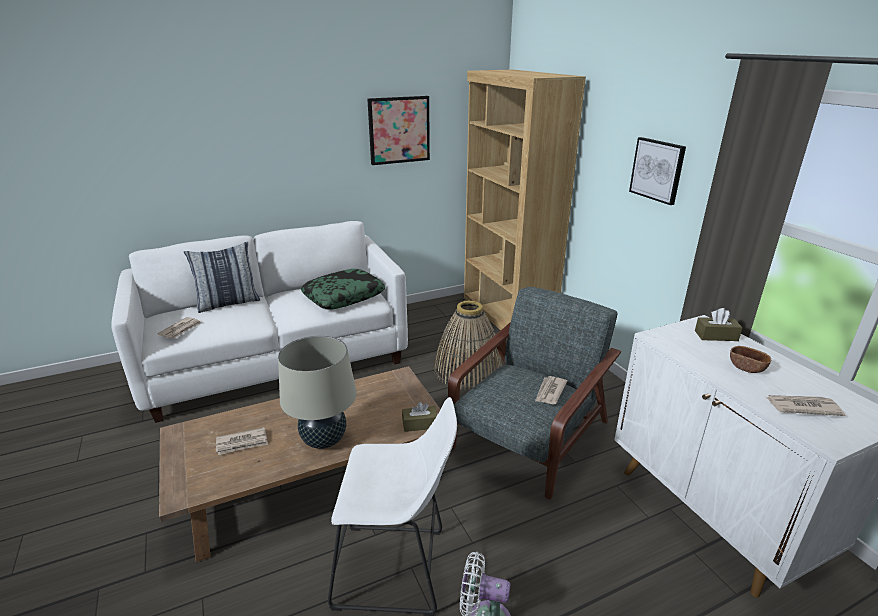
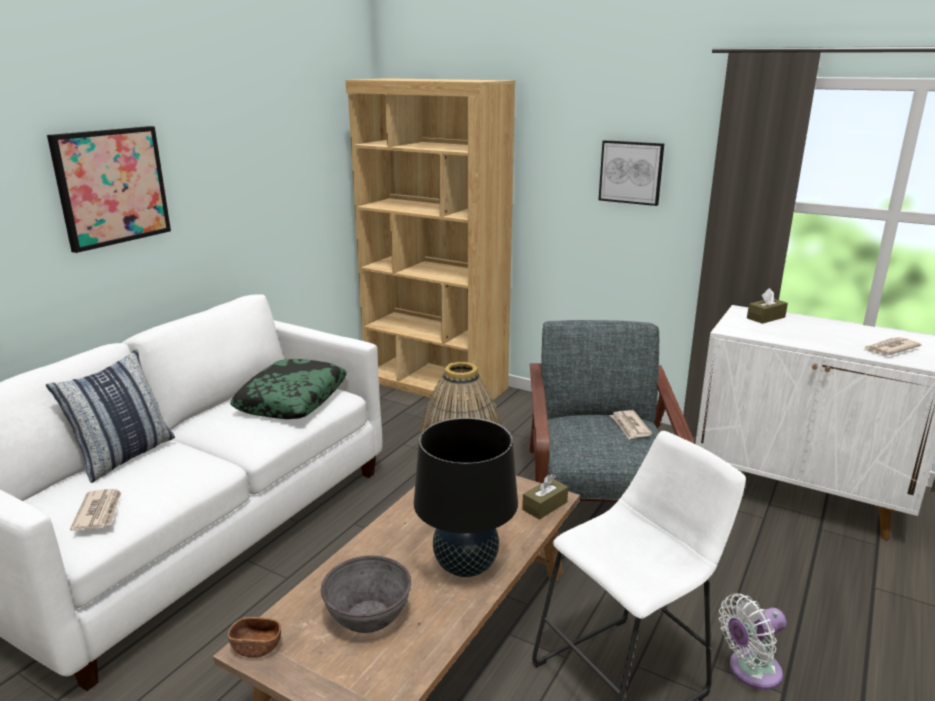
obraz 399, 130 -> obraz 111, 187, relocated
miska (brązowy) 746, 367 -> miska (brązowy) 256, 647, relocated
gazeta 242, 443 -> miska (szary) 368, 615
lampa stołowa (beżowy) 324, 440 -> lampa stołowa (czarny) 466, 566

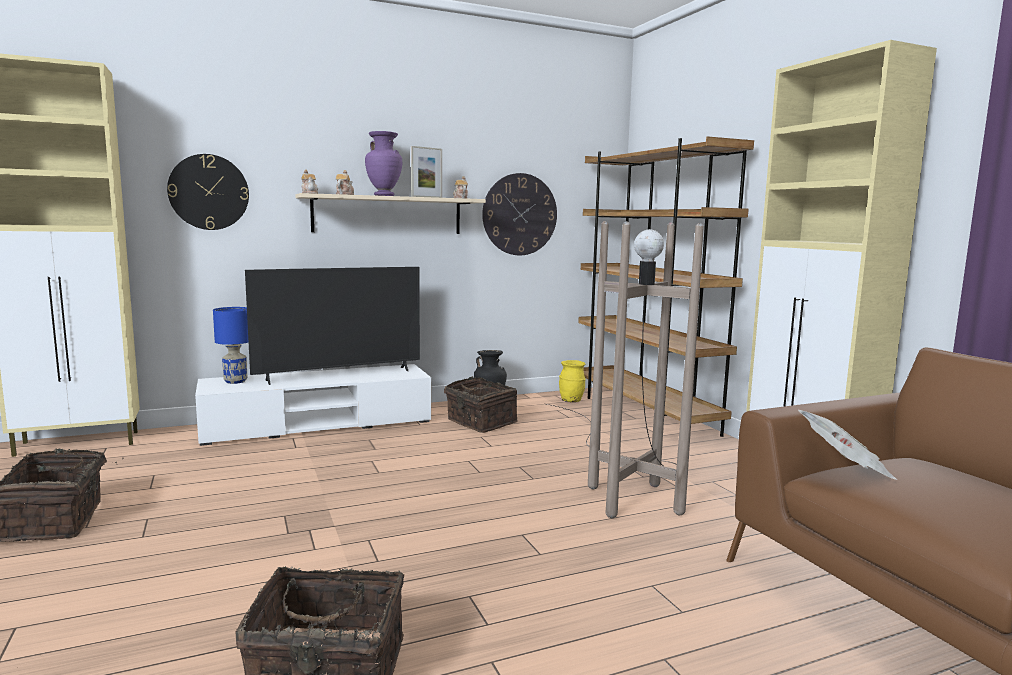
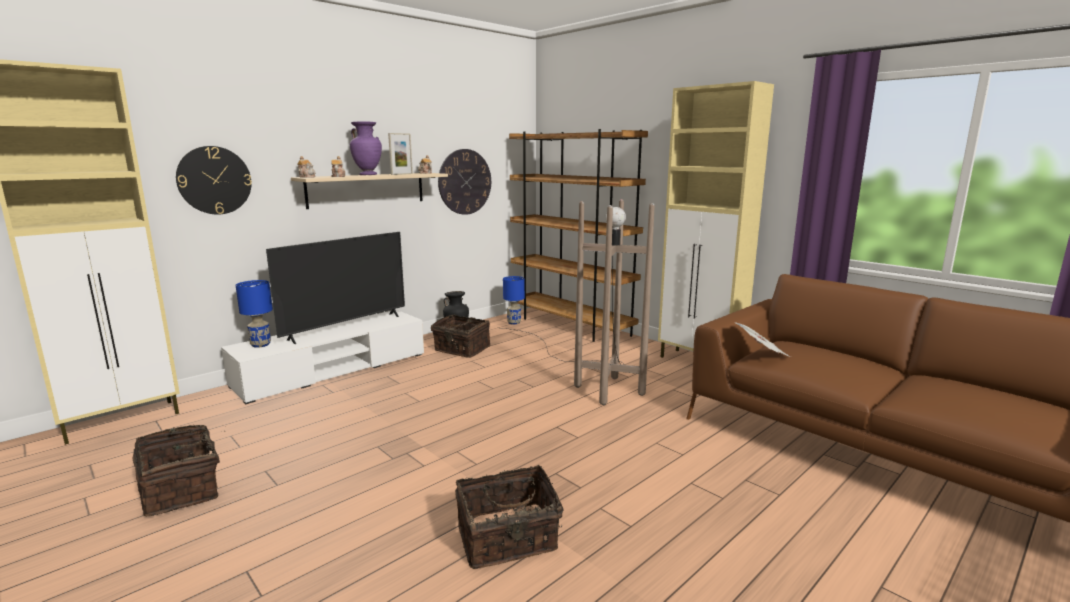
wazon (żółty) 571, 401 -> lampa stołowa (niebieski) 514, 322

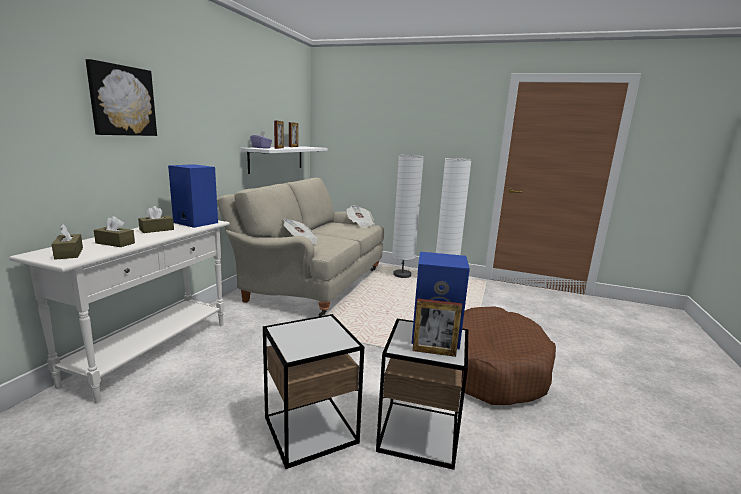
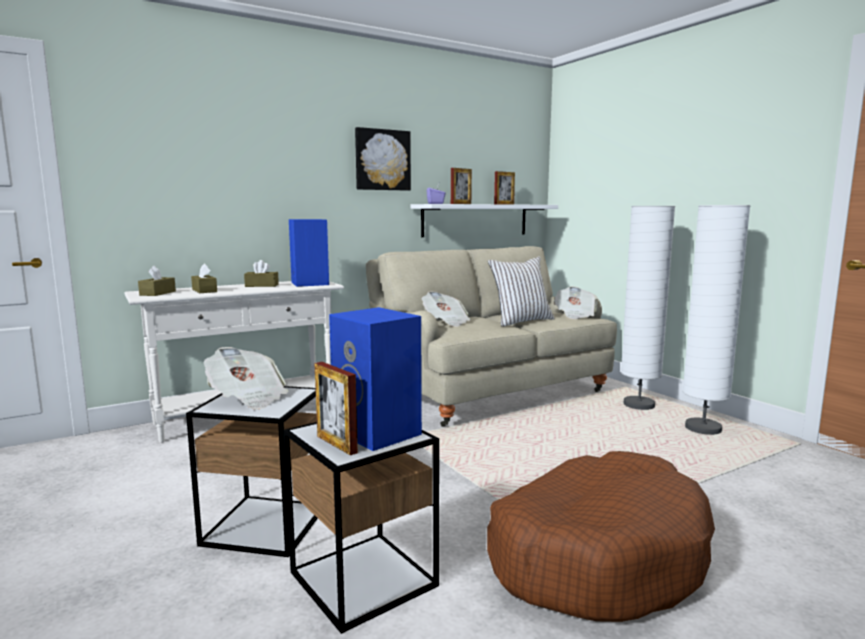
none -> gazeta 247, 398
obraz 121, 101 -> obraz 382, 160, relocated
none -> poduszka (biały) 520, 321

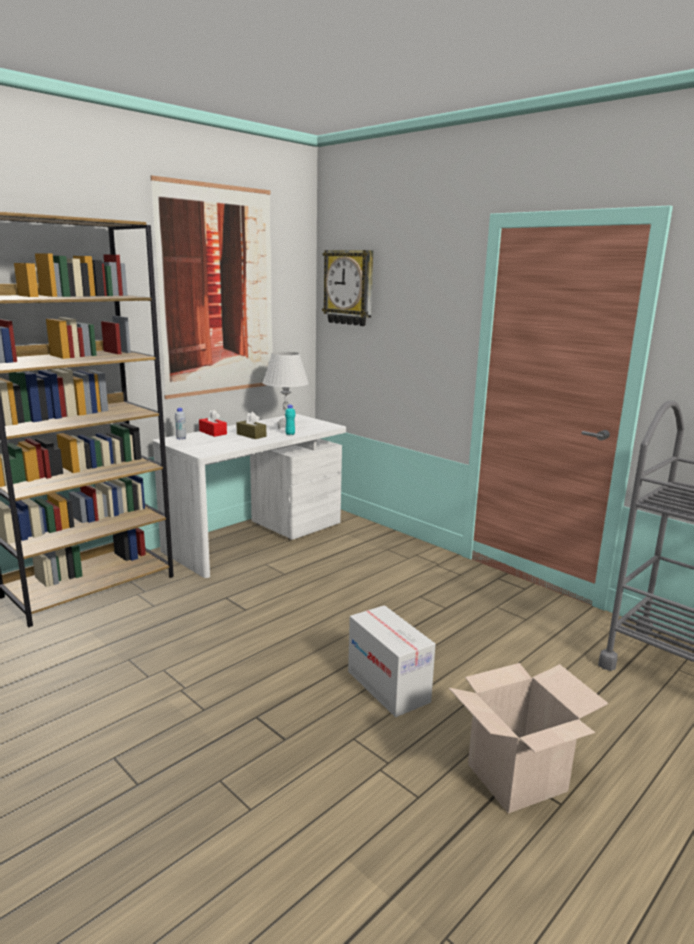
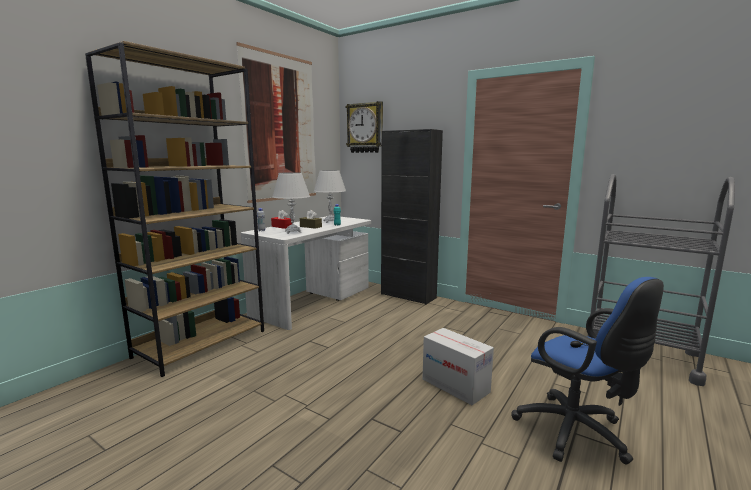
none -> lampa stołowa (biały) 292, 232
none -> szafka (czarny) 408, 296
karton 516, 777 -> krzesło biurowe (niebieski) 577, 434

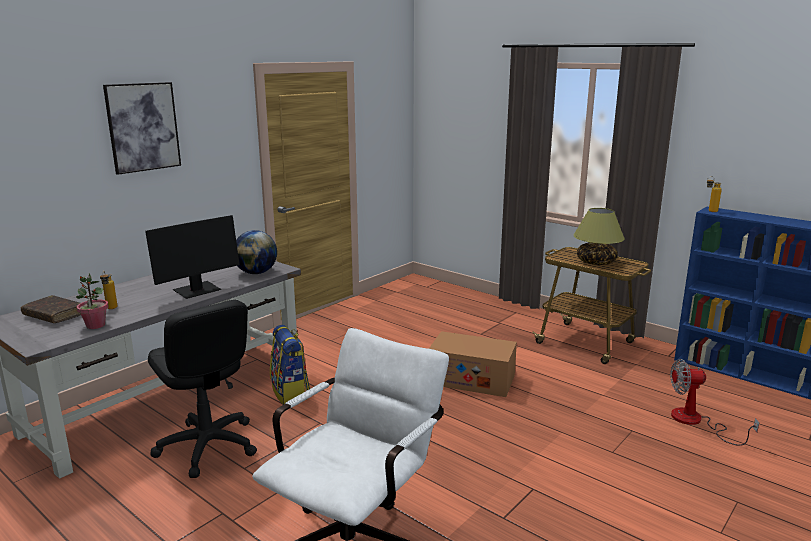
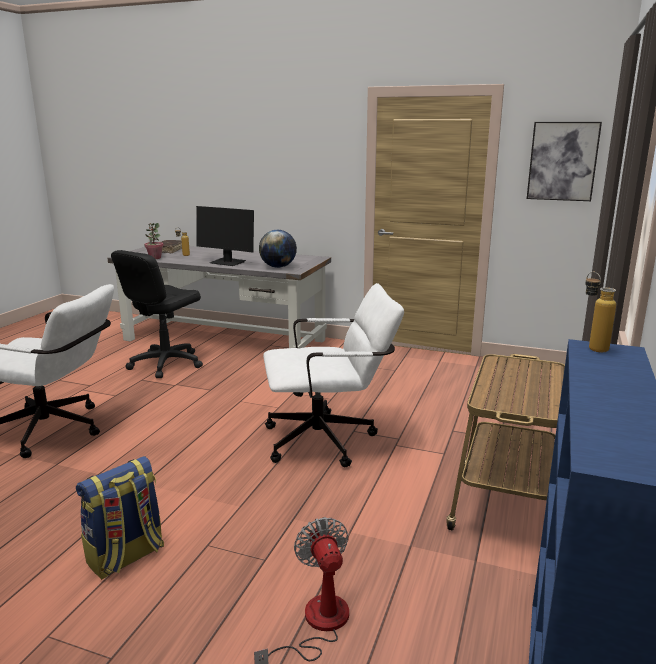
plecak 291, 393 -> plecak 126, 557, relocated
karton 471, 379 -> krzesło biurowe (biały) 329, 440
obraz 143, 127 -> obraz 562, 161, relocated
lampa stołowa 595, 262 -> none

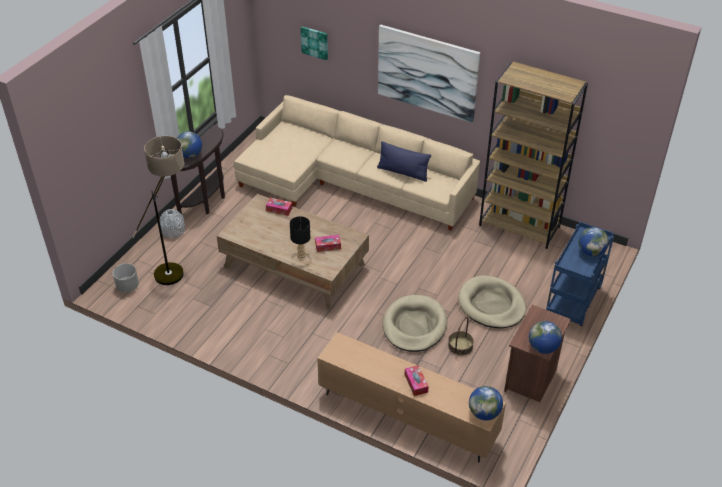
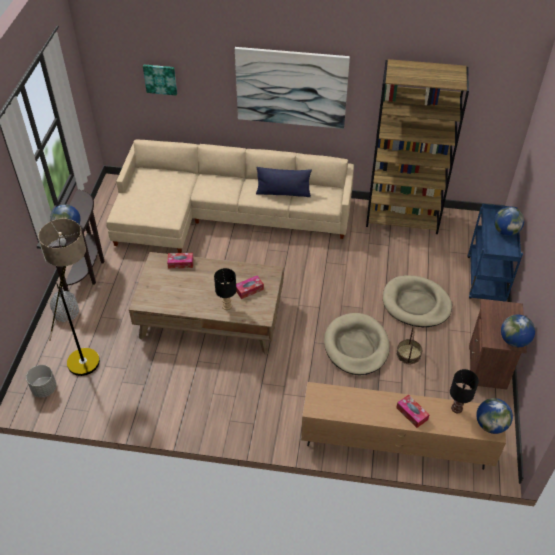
none -> lampa stołowa (czarny) 456, 408

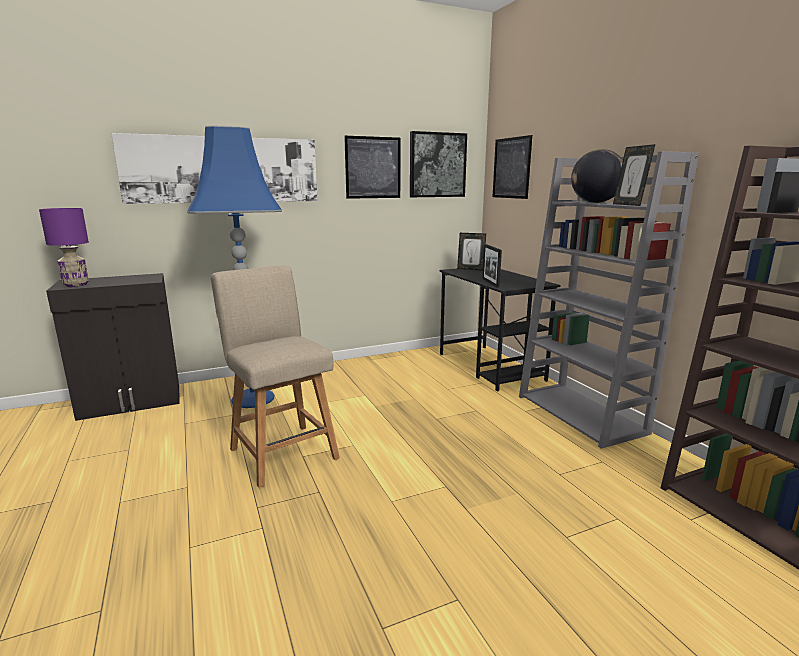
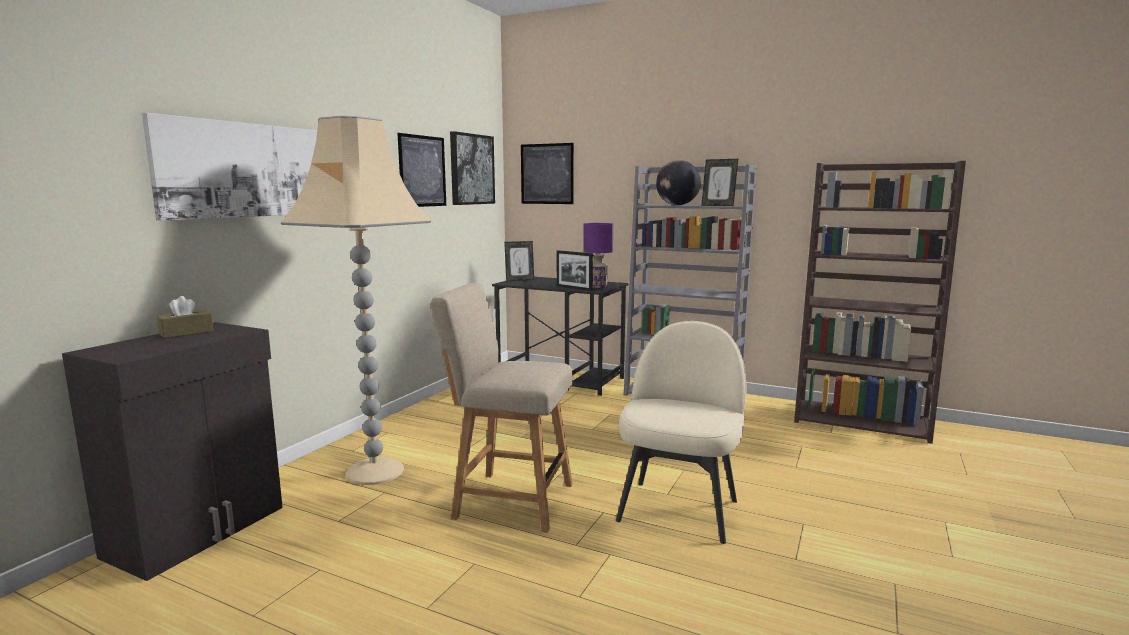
none -> pudełko chusteczek (brązowy) 186, 332
lampa stojąca (niebieski) 252, 399 -> lampa stojąca (beżowy) 375, 472
lampa stołowa (fioletowy) 76, 285 -> lampa stołowa (fioletowy) 597, 286, relocated
none -> krzesło (beżowy) 679, 509

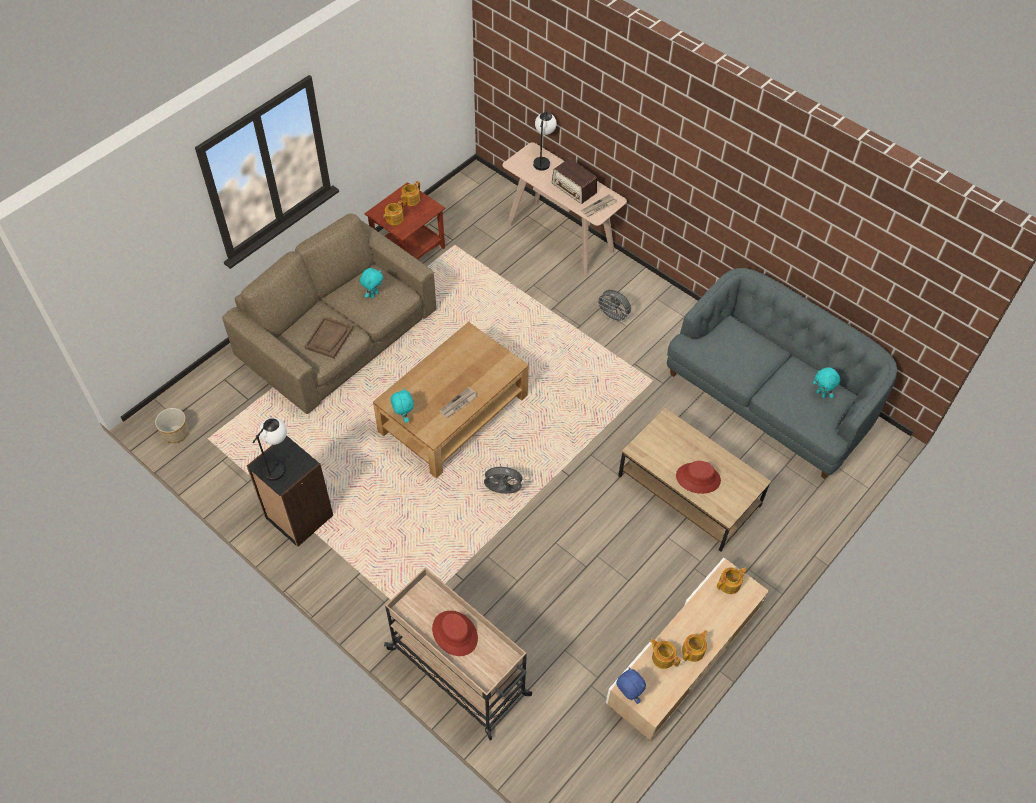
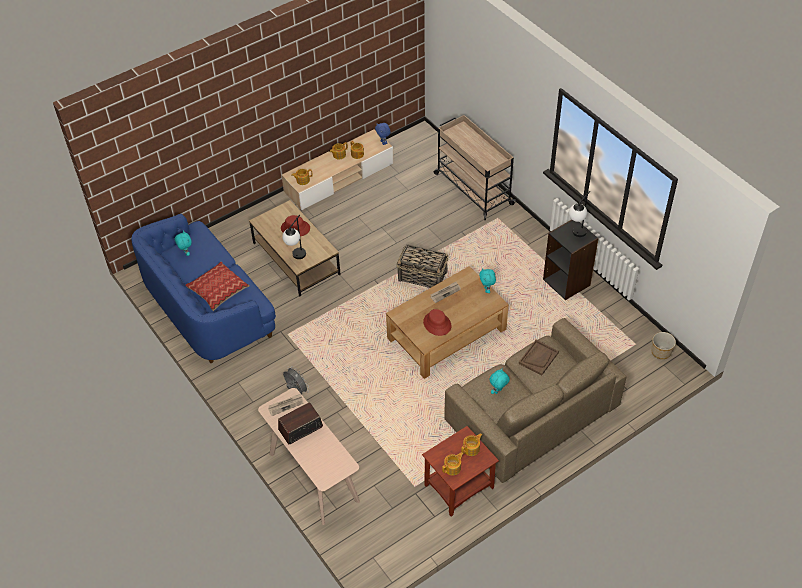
kanapa (szary) 769, 399 -> kanapa (niebieski) 207, 307
none -> poduszka 218, 290
radio 574, 188 -> radio 300, 428, 90 degrees counterclockwise
lampa stołowa 543, 160 -> lampa stołowa 296, 258, relocated
wentylator (szary) 503, 491 -> koszyk 423, 277
kapelusz (czerwony) 455, 633 -> kapelusz (czerwony) 437, 324, relocated

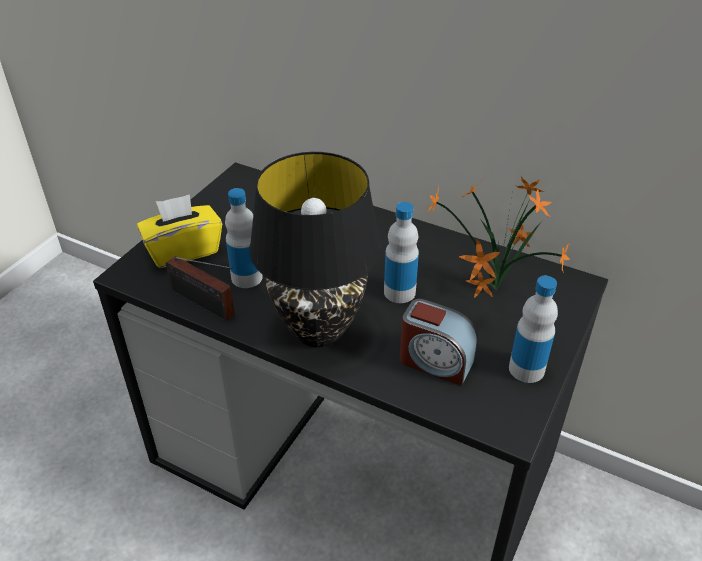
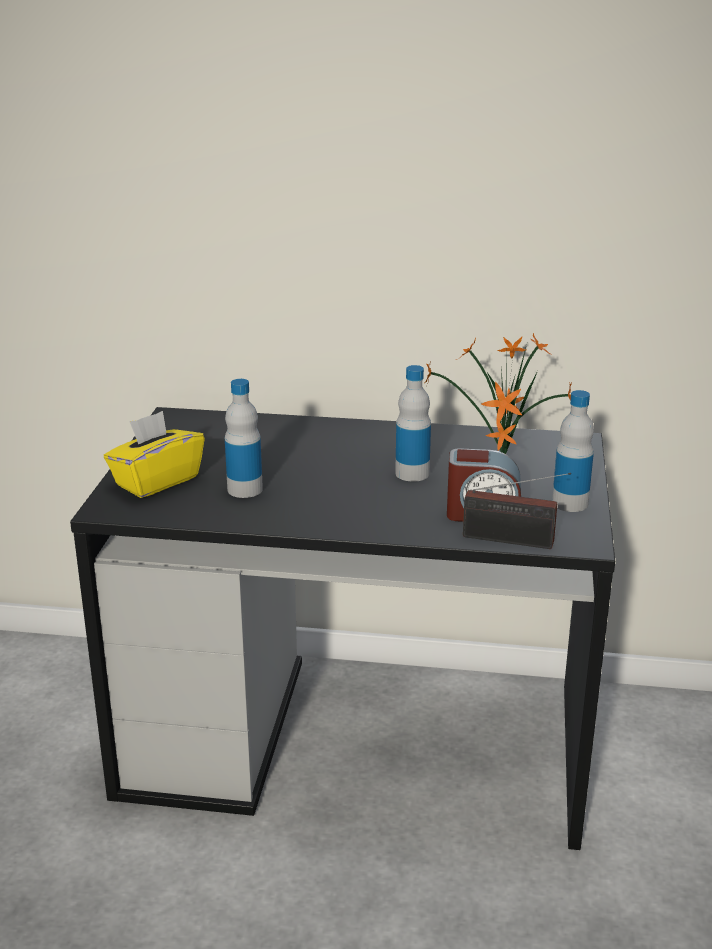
radio 205, 305 -> radio 513, 541, relocated
lampa stołowa (czarny) 317, 329 -> none

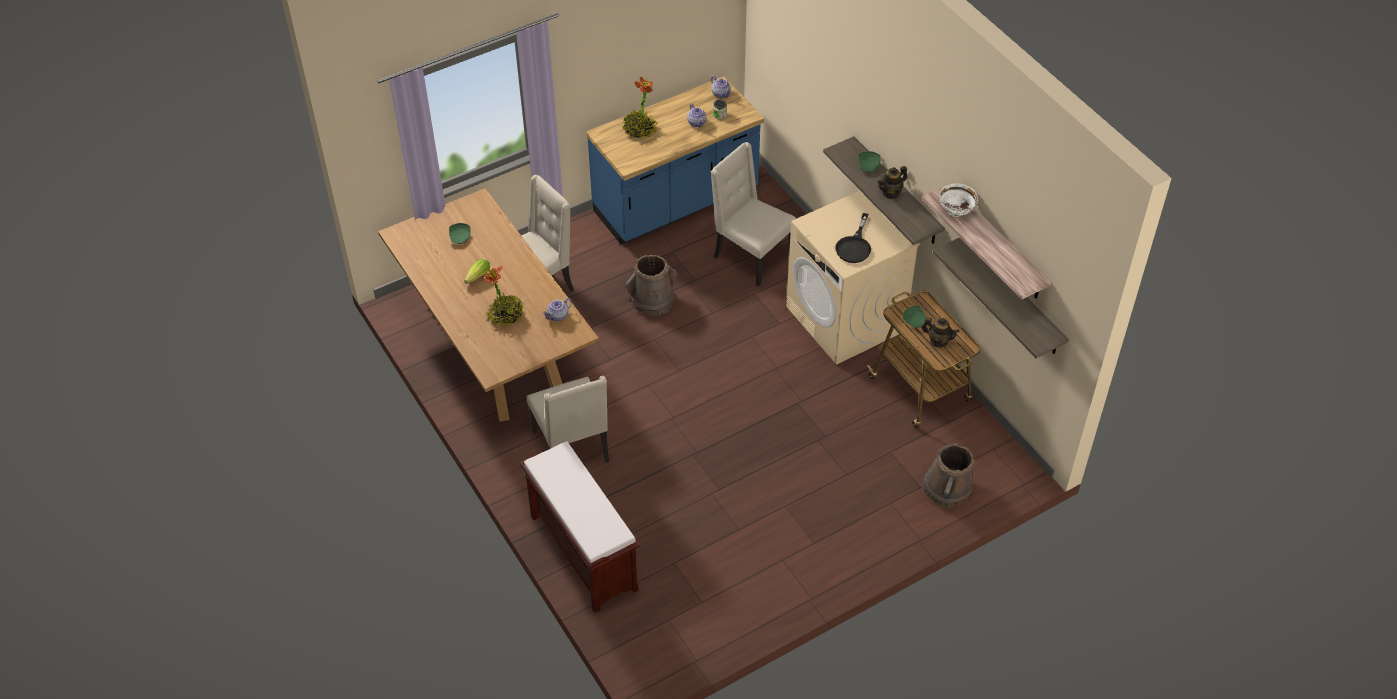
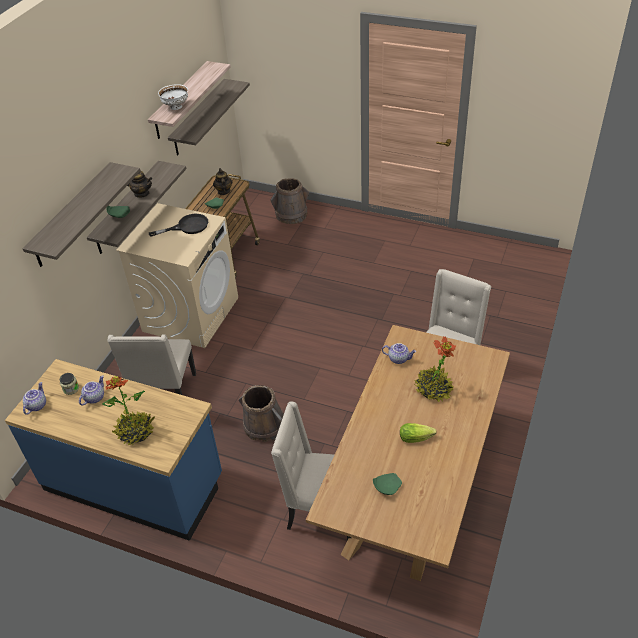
none -> półka 73, 215
ławka (brązowy) 582, 552 -> none

